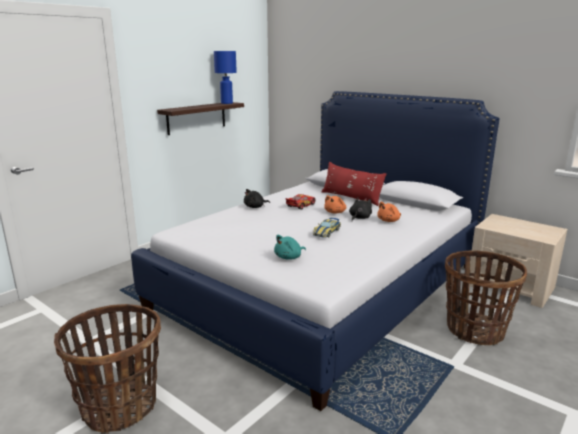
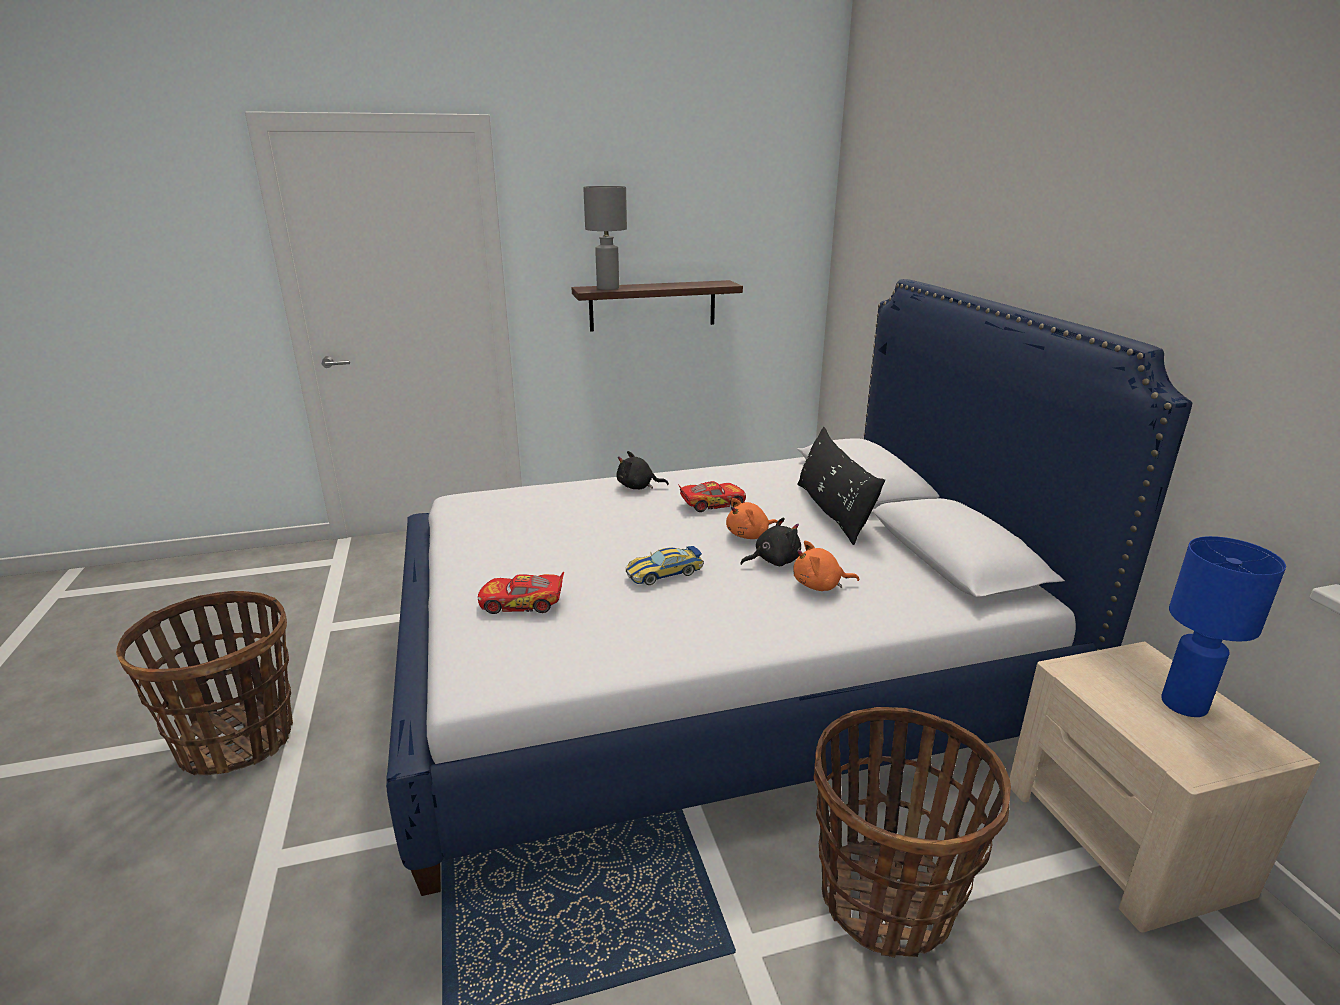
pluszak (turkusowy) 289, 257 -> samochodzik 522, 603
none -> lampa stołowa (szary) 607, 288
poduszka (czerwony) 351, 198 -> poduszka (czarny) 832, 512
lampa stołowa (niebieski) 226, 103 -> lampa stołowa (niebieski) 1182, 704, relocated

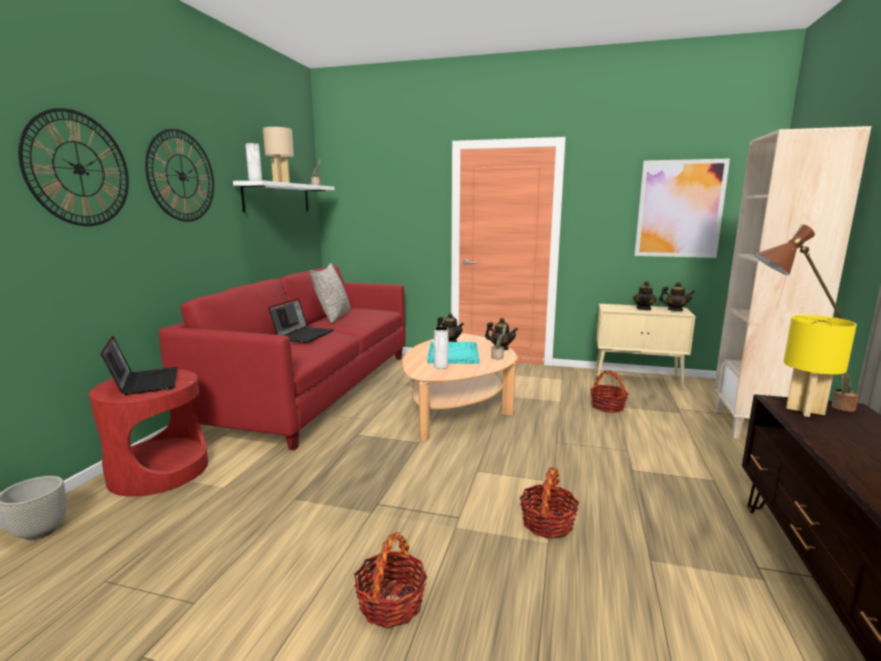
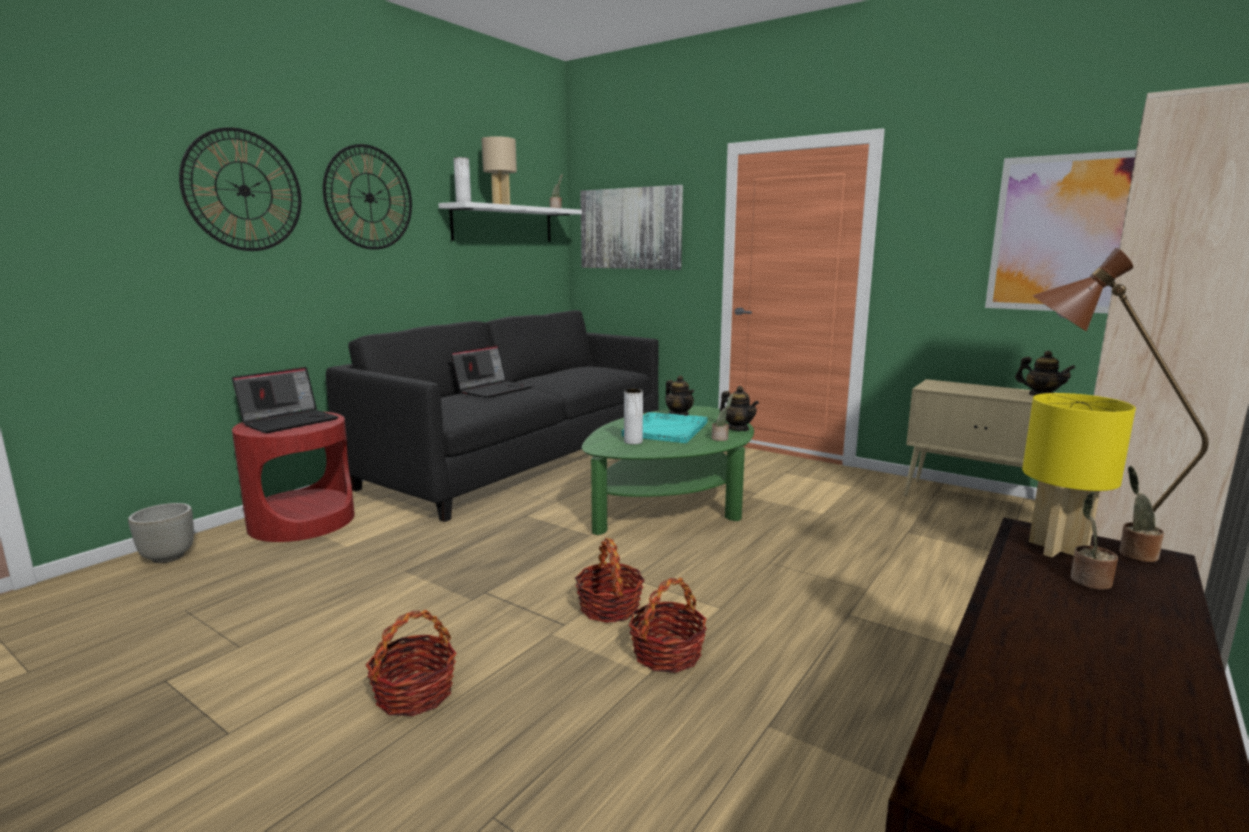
laptop 144, 382 -> laptop 290, 421, 45 degrees clockwise
kanapa (czerwony) 314, 389 -> kanapa (czarny) 519, 460
koszyk 607, 407 -> koszyk 609, 608, relocated
none -> obraz 630, 228
ława (beżowy) 457, 408 -> ława (zielony) 672, 503
none -> roślina doniczkowa 1088, 581
poduszka (szary) 333, 316 -> none
imbryk 643, 309 -> none

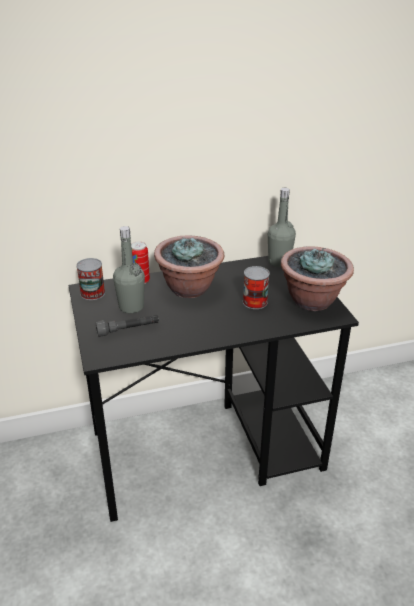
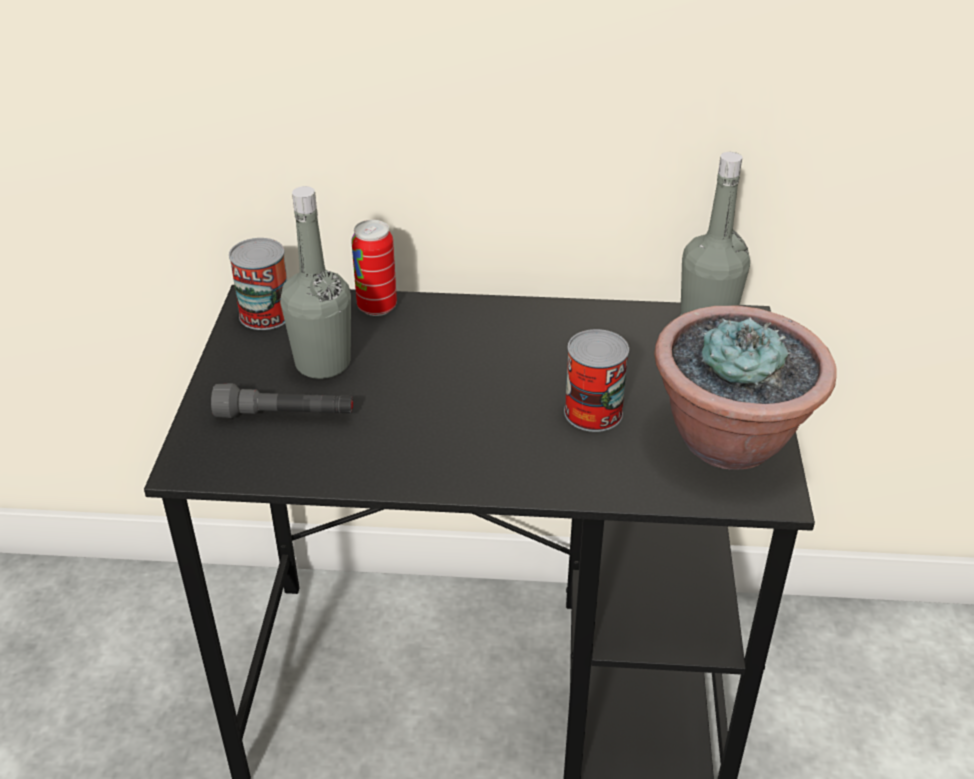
roślina doniczkowa 190, 288 -> none

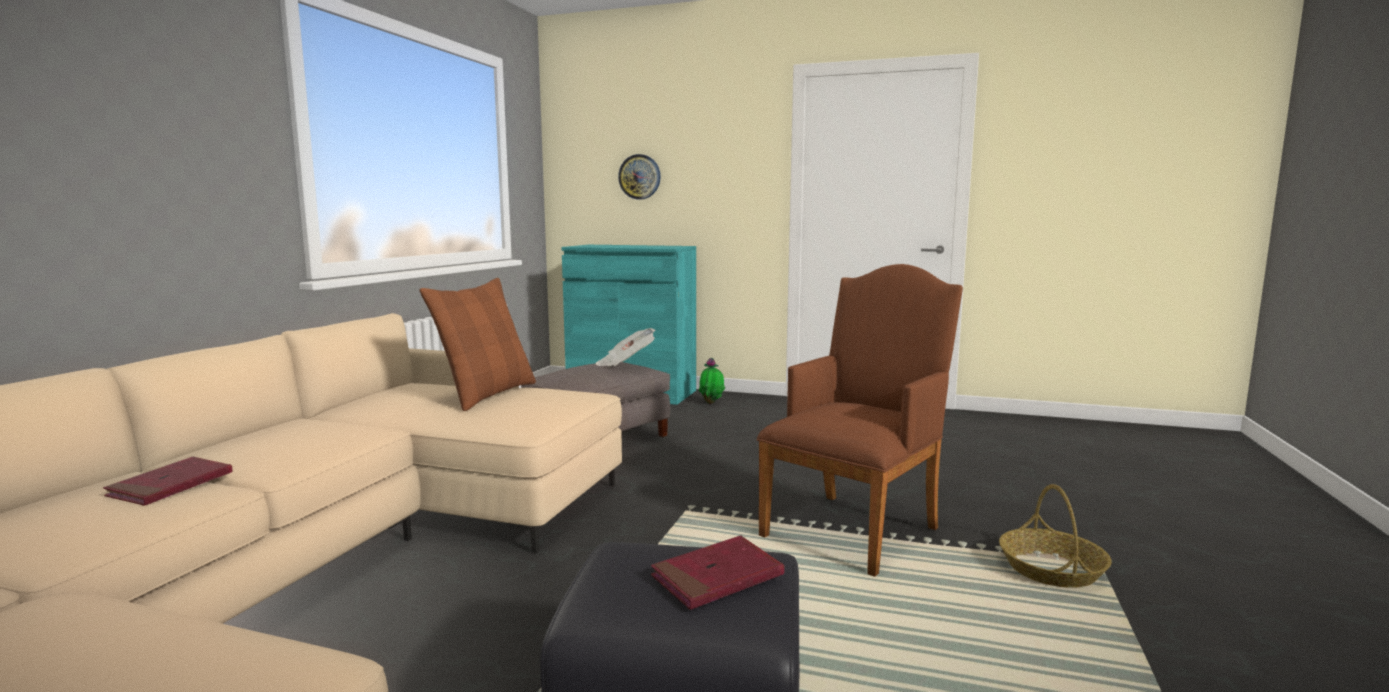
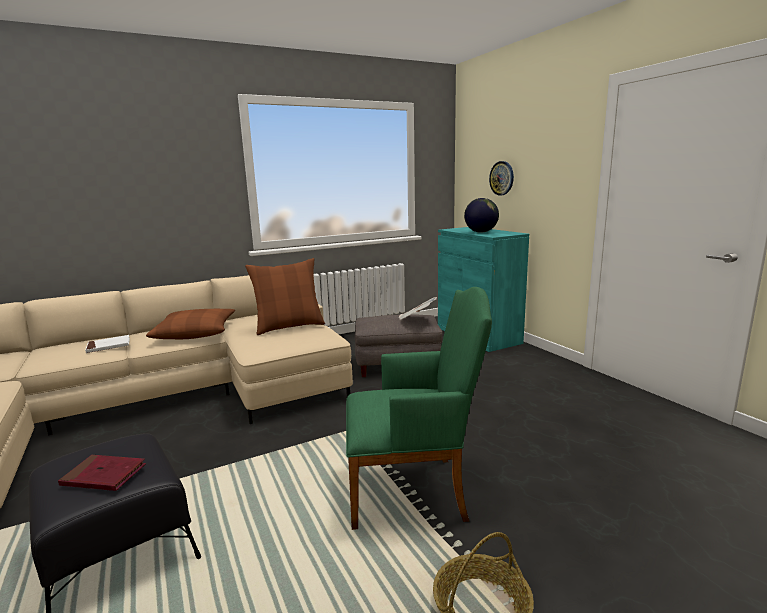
książka (czerwony) 171, 485 -> książka (biały) 108, 346
none -> poduszka (brązowy) 195, 332
fotel (brązowy) 856, 528 -> fotel (zielony) 414, 490
none -> globus 481, 232
roślina doniczkowa 711, 403 -> none

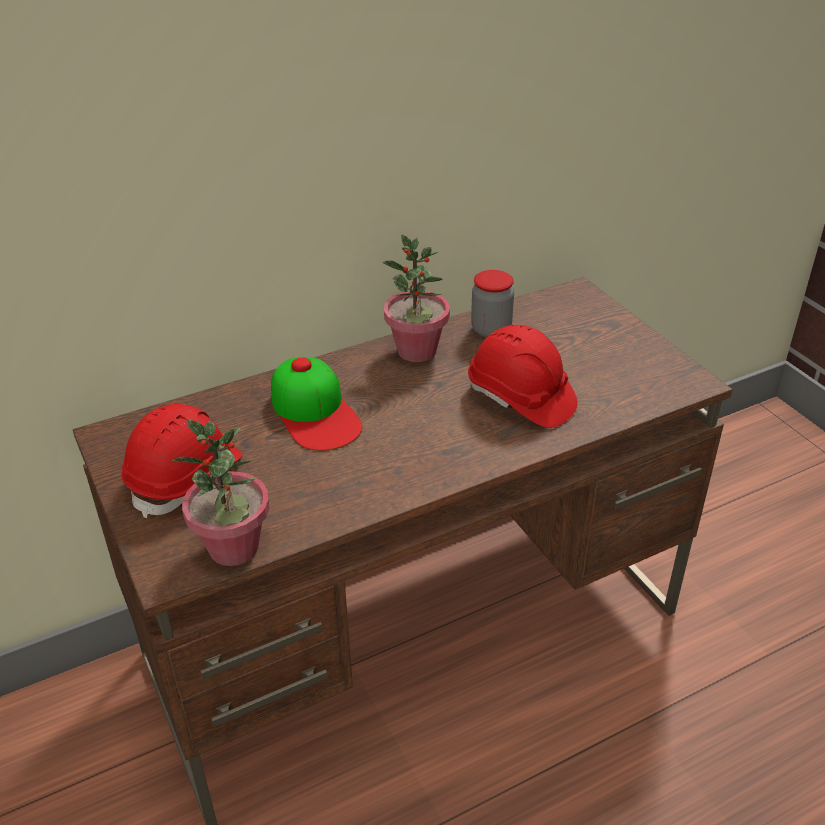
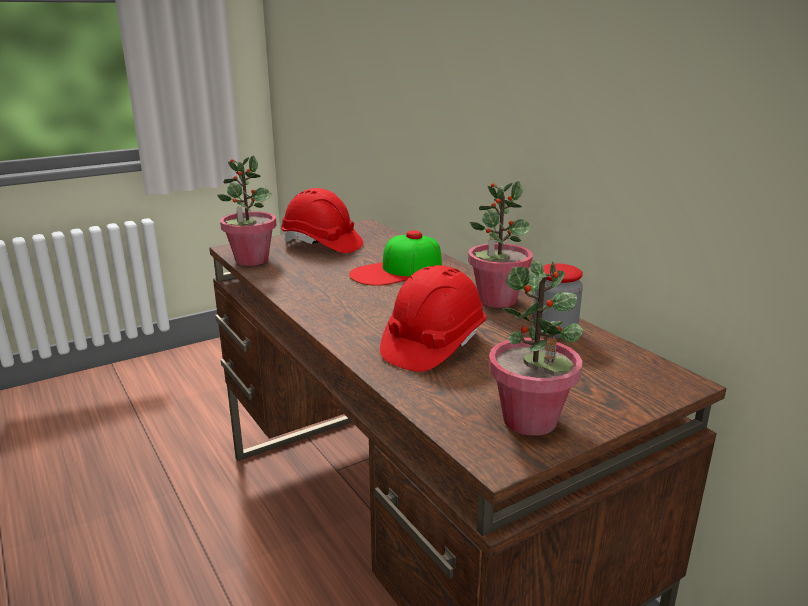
none -> roślina doniczkowa 530, 420

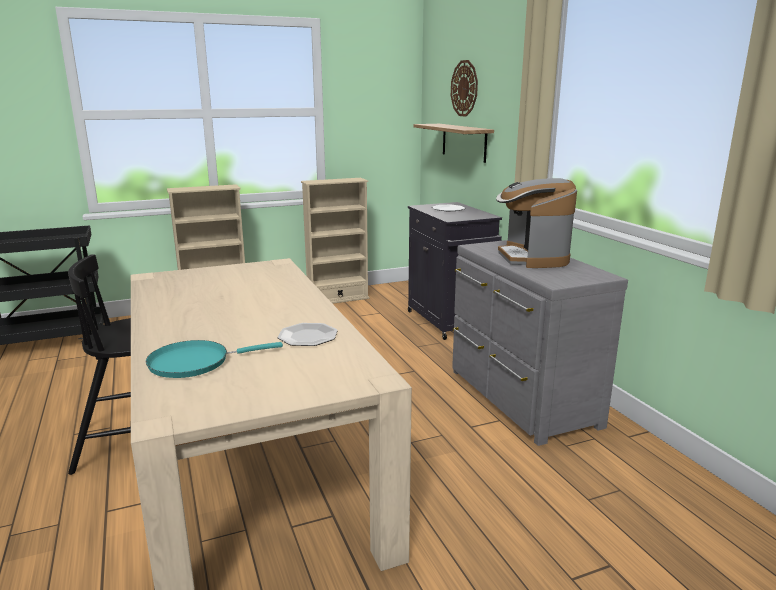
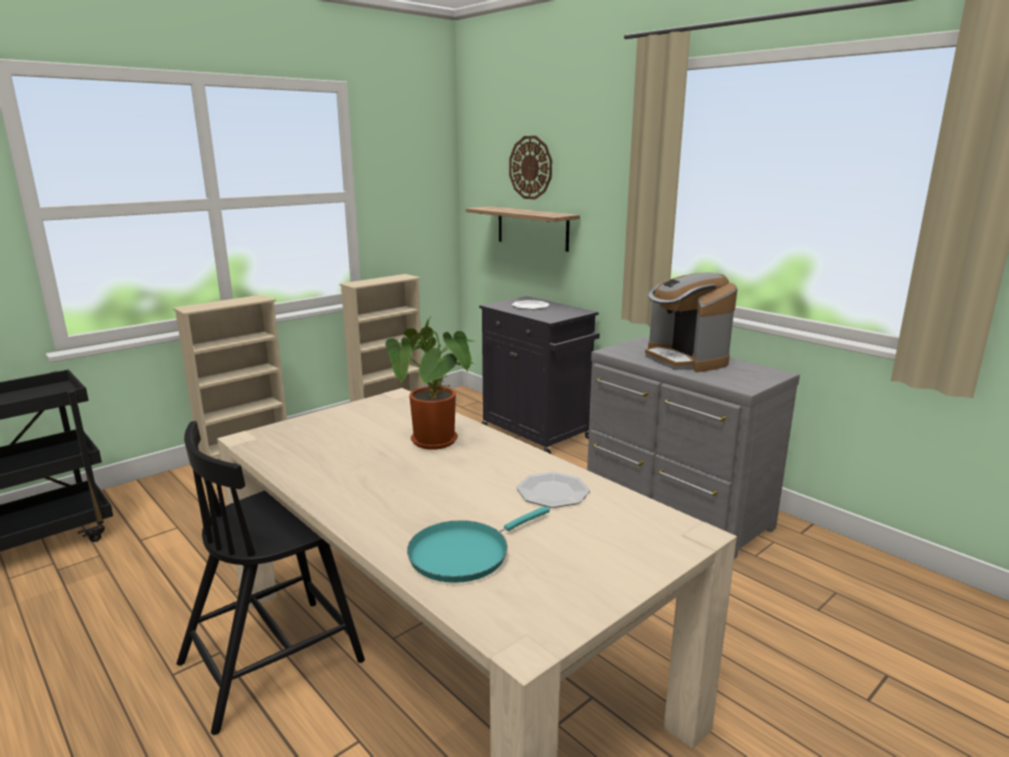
none -> roślina doniczkowa 437, 443

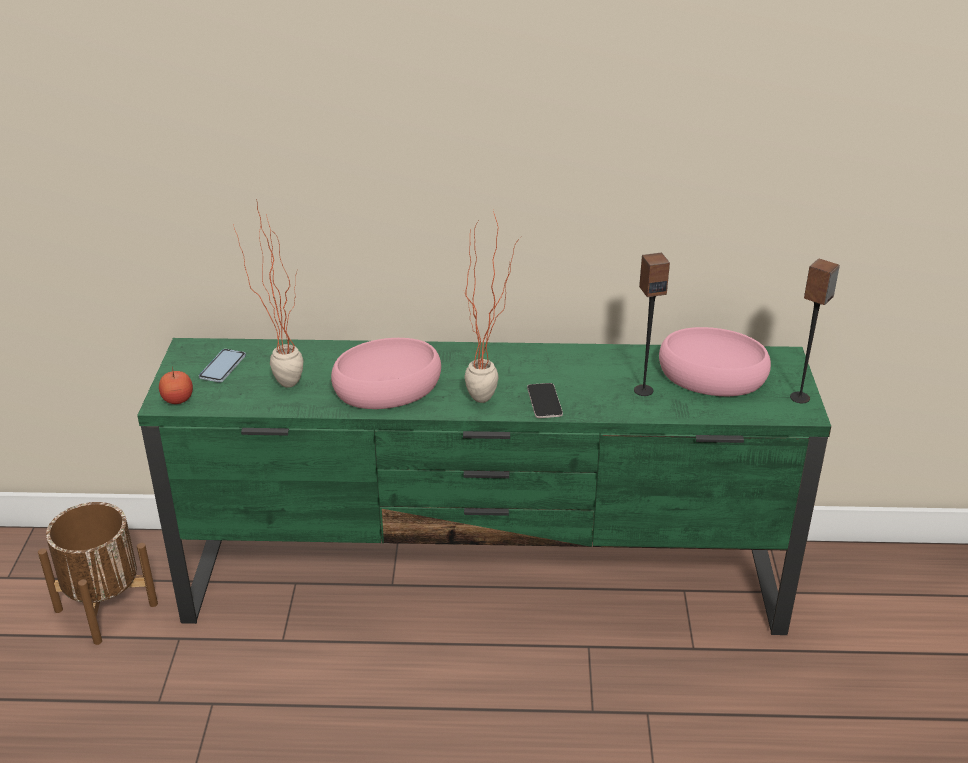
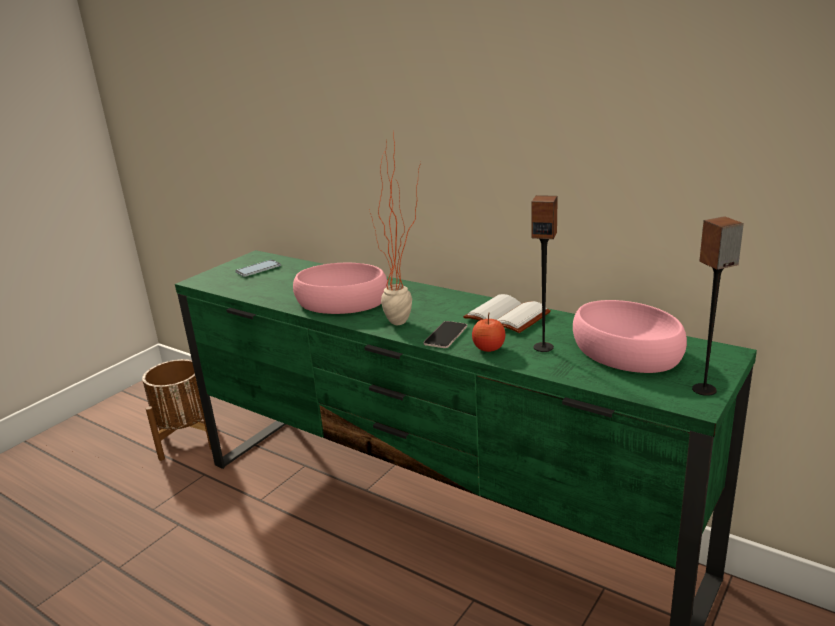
none -> książka (biały) 504, 317
jabłko 178, 399 -> jabłko 489, 348, relocated
roślina doniczkowa 281, 380 -> none

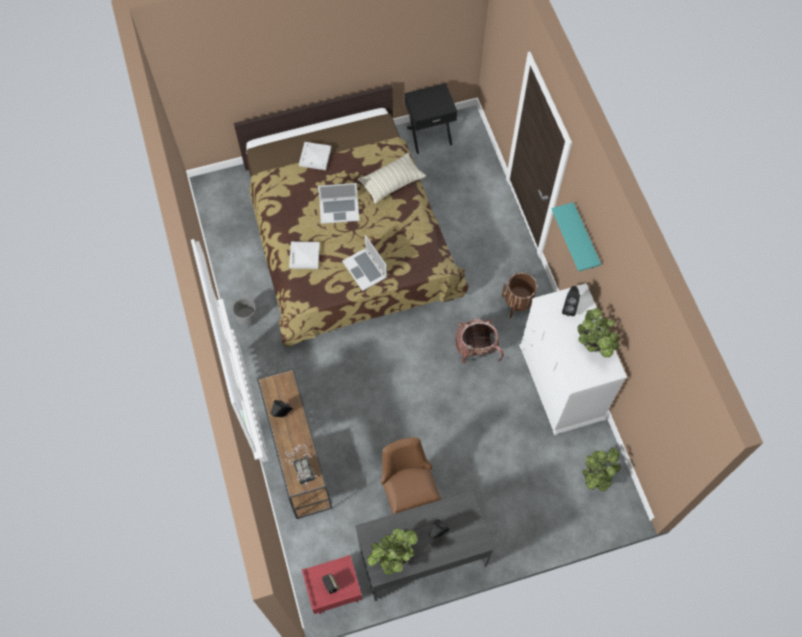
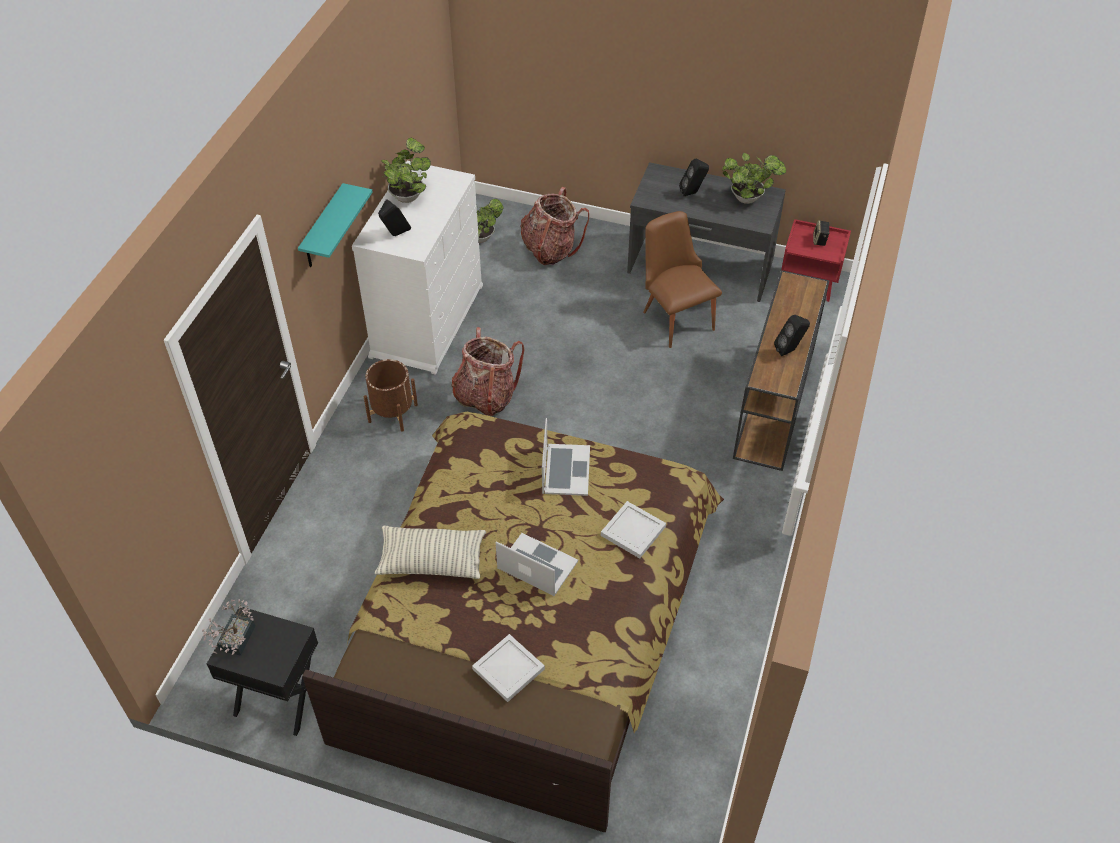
roślina doniczkowa 303, 468 -> roślina doniczkowa 235, 642, relocated
none -> plecak 550, 249
krzesło (brązowy) 408, 492 -> krzesło (brązowy) 675, 316, 135 degrees clockwise
donica (szary) 247, 318 -> none

